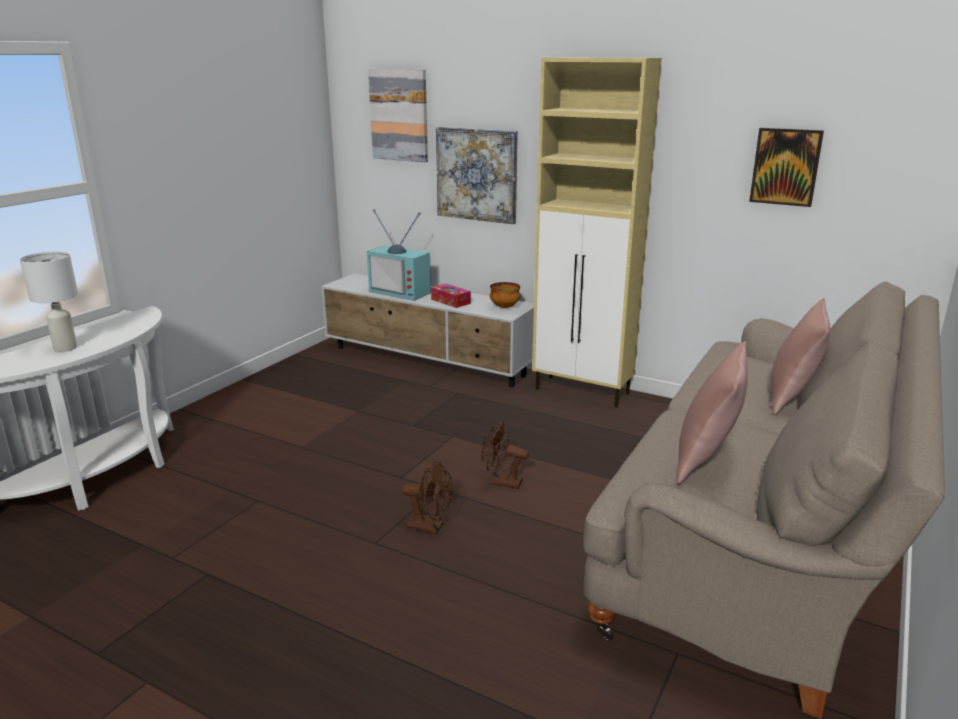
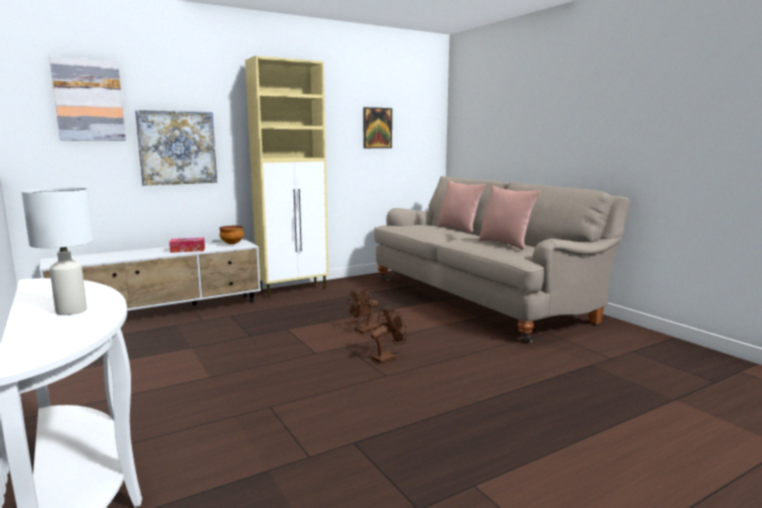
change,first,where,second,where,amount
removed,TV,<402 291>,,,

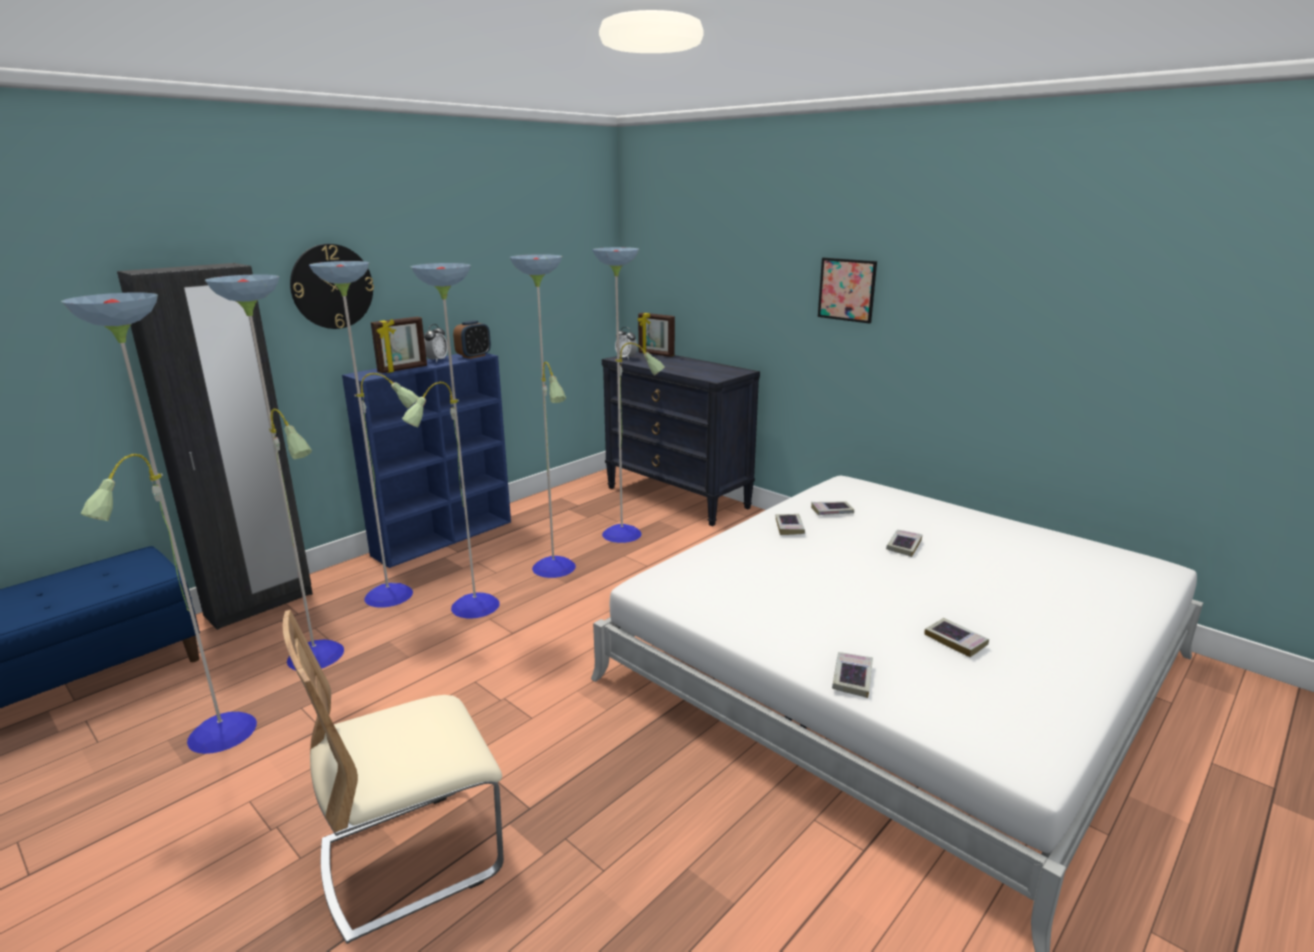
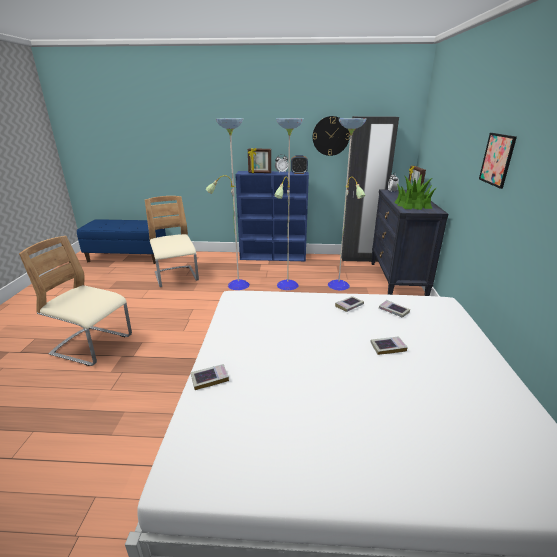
change,first,where,second,where,amount
removed,book,<955 640>,,,
added,,,houseplant,<413 205>,
moved,black-coloured_wardrobe,<260 605>,,<359 258>,
moved,hanging_clock,<332 286>,,<331 136>,
replaced,floor_lamp,<319 656>,beige-coloured_chair,<176 277>,

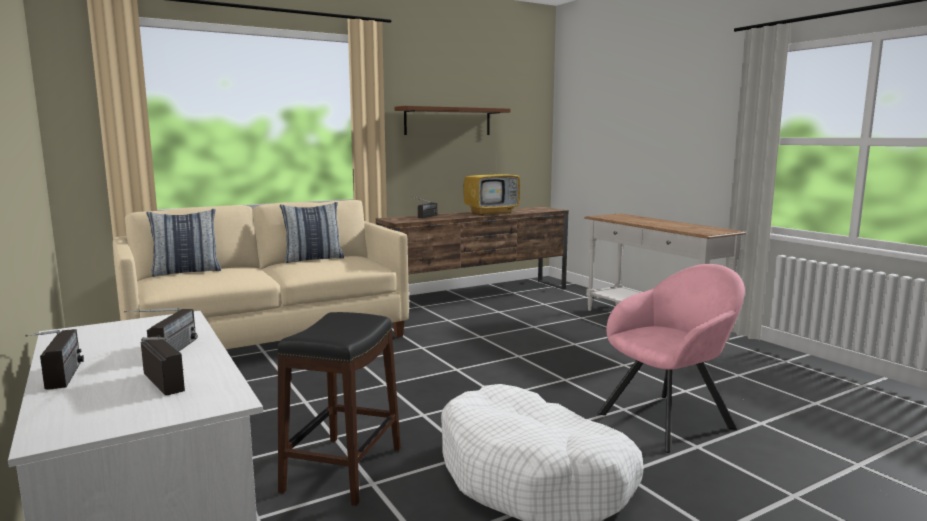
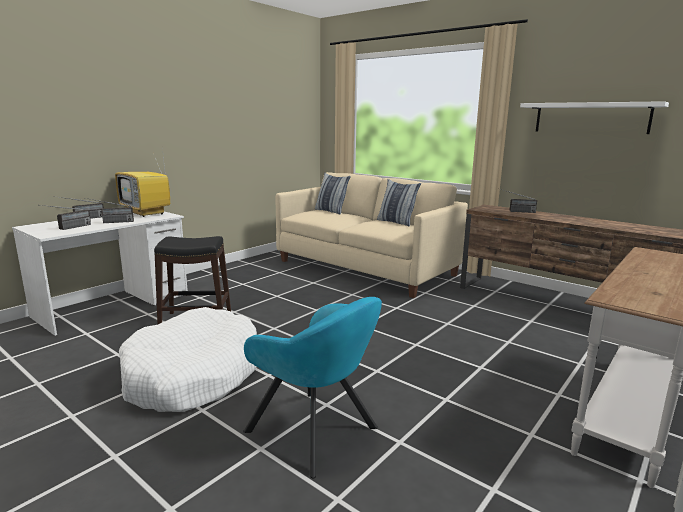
change,first,where,second,where,amount
moved,TV,<492 213>,,<146 213>,
recoloured,brownish_bracket_shelf,<448 121>,whitish_bracket_shelf,<591 118>,
recoloured,pink_armchair,<670 419>,turquoise_armchair,<316 432>,

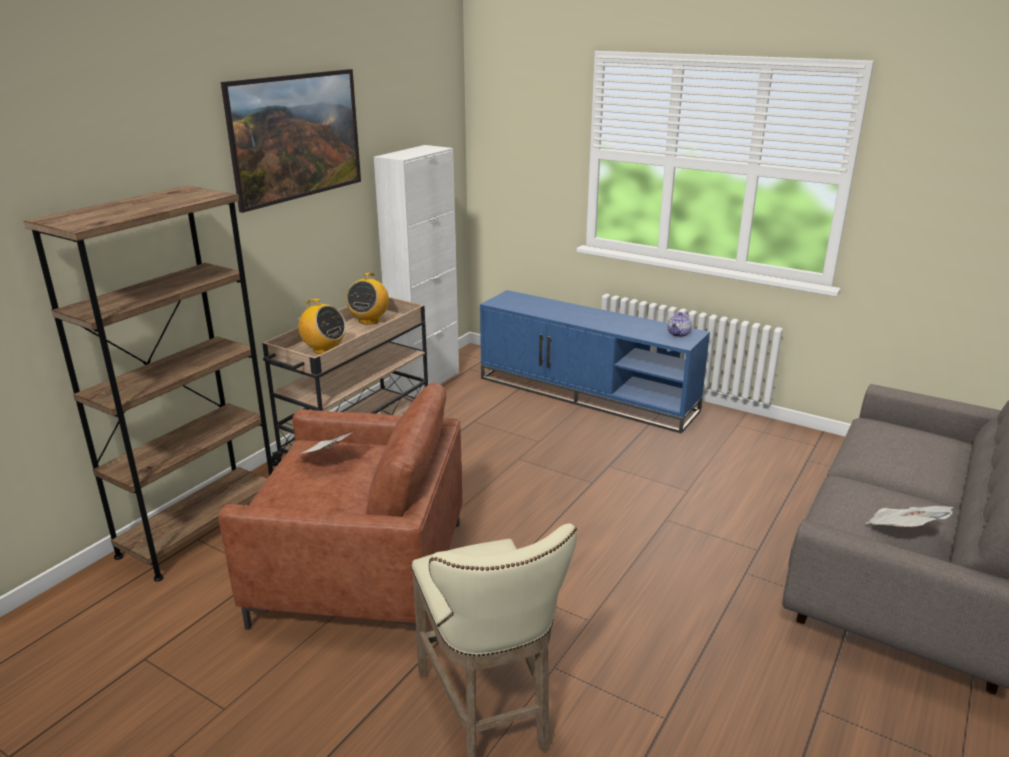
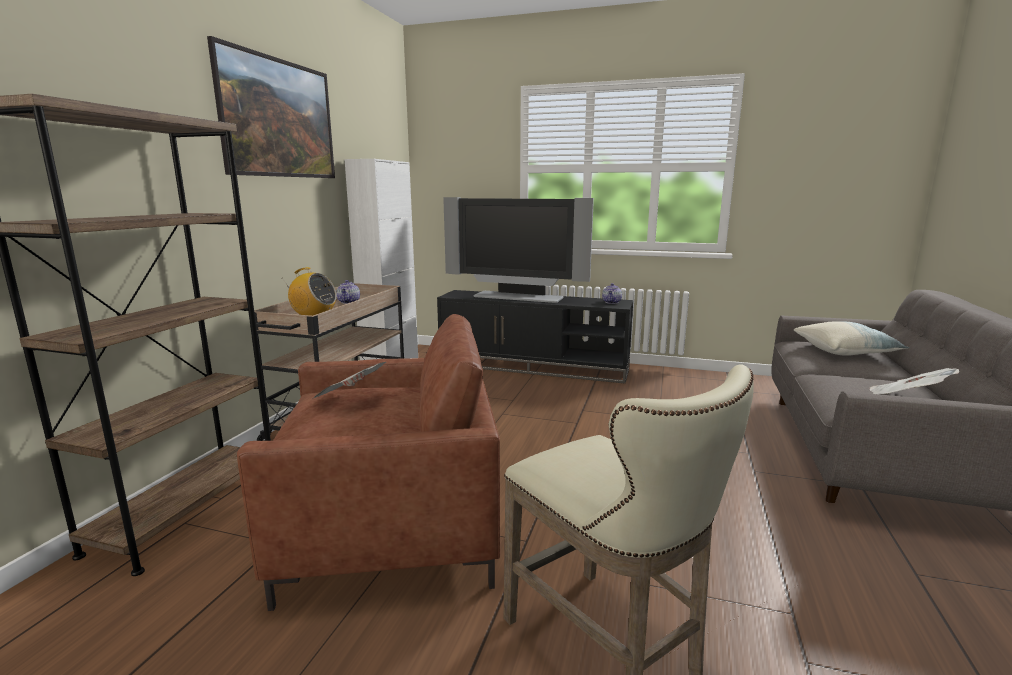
change,first,where,second,where,amount
added,,,TV,<517 297>,
added,,,cushion,<845 351>,
replaced,radio,<369 320>,pot_for_tea,<349 302>,
recoloured,blue_tv_stand,<588 394>,black-coloured_tv_stand,<534 366>,

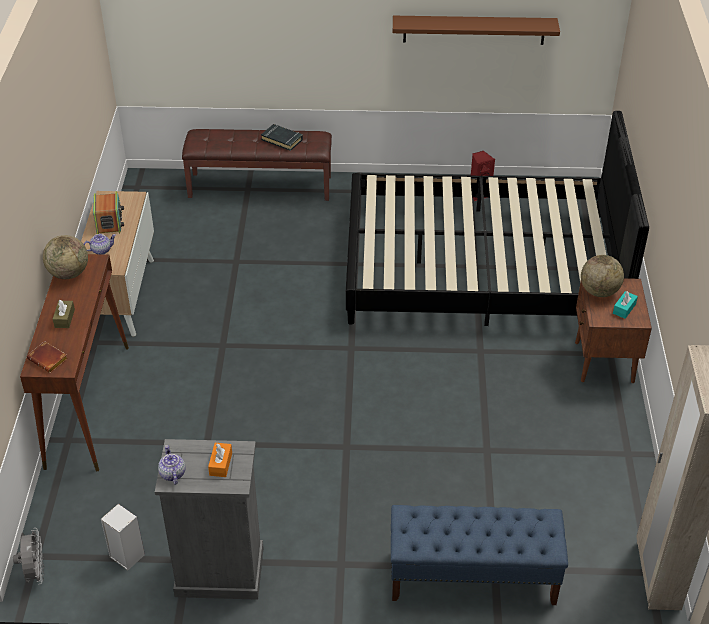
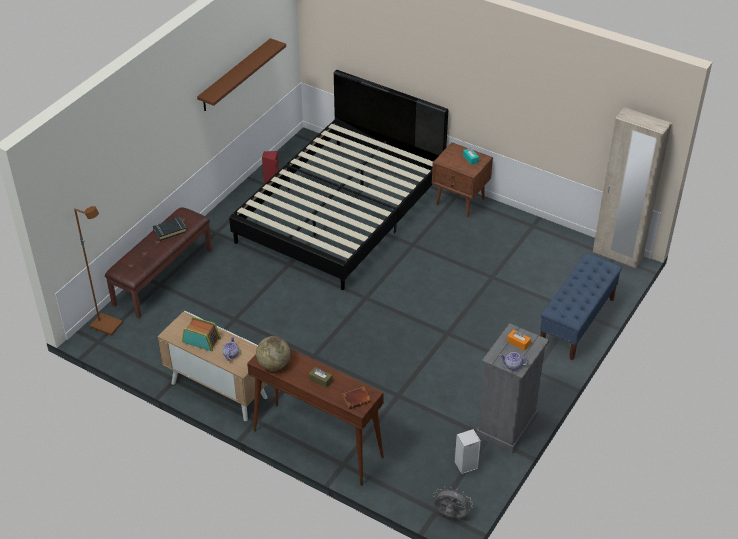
change,first,where,second,where,amount
removed,globe,<599 291>,,,
added,,,brownish_floor_lamp,<107 325>,

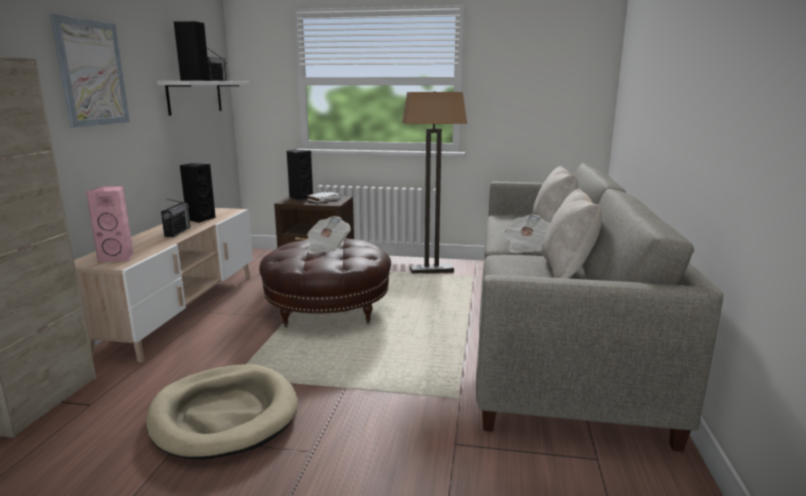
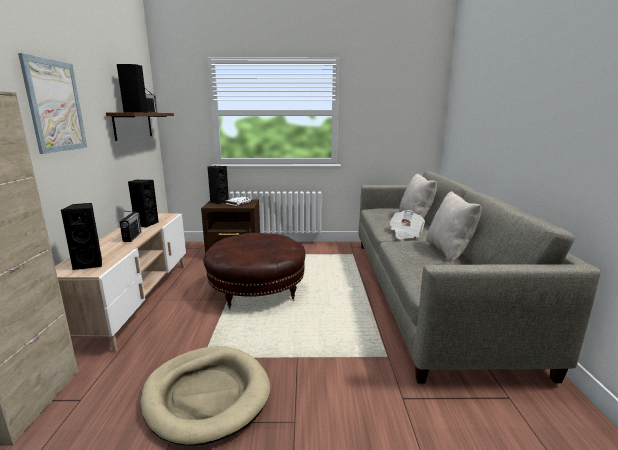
change,first,where,second,where,amount
removed,newspaper,<326 247>,,,
removed,floor_lamp,<431 270>,,,
recoloured,pink_audio_speaker,<119 257>,black-coloured_audio_speaker,<90 264>,
recoloured,whitish_bracket_shelf,<195 97>,brownish_bracket_shelf,<133 125>,

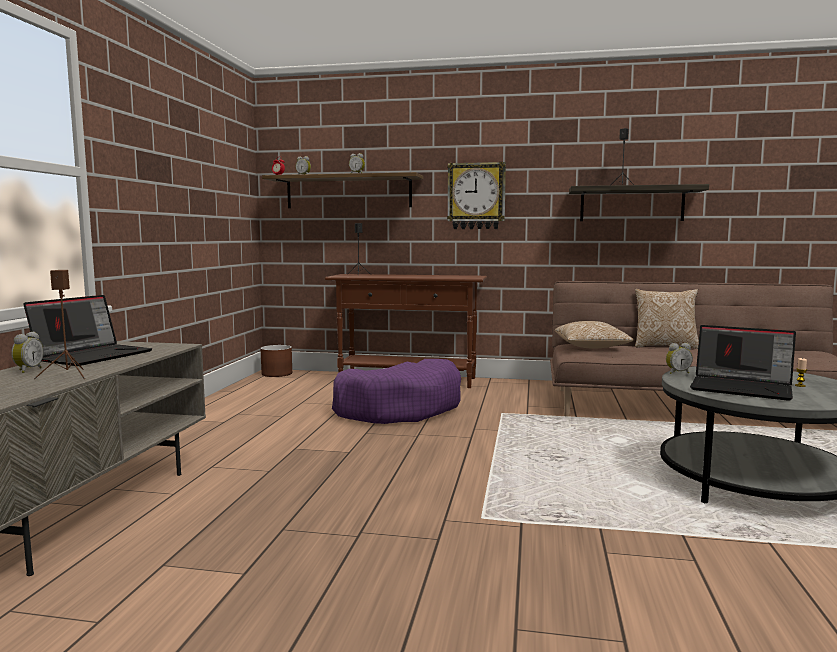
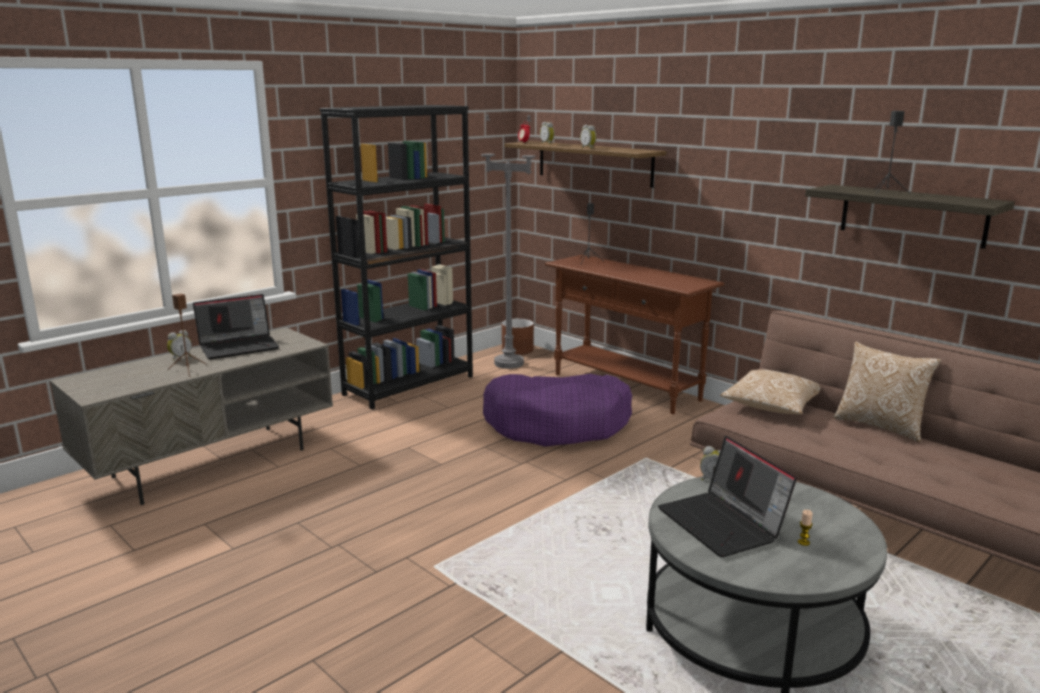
change,first,where,second,where,amount
removed,hanging_clock,<476 196>,,,
added,,,black-coloured_bookshelf,<409 385>,
added,,,grey_floor_lamp,<509 363>,

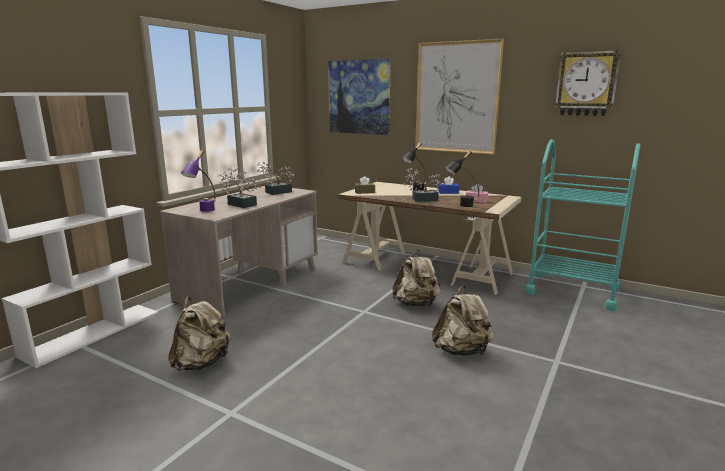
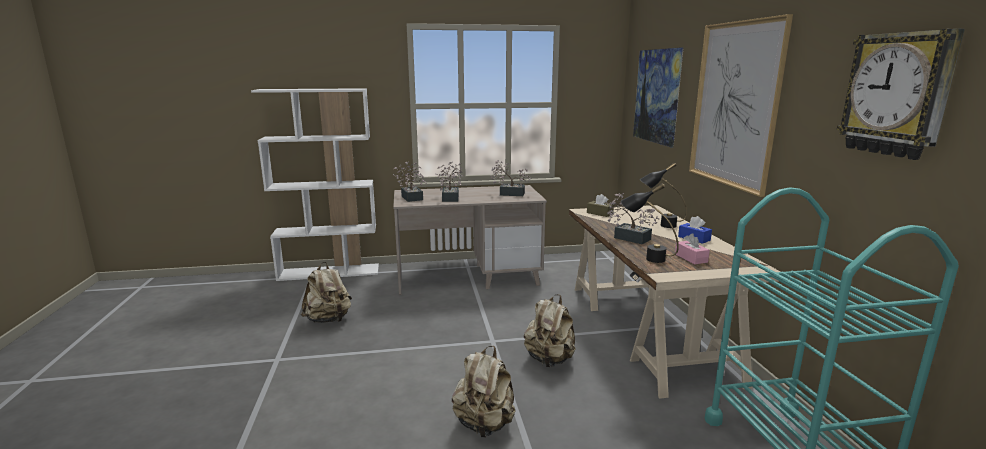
change,first,where,second,where,amount
replaced,purple-coloured_table_lamp,<203 211>,houseplant,<411 197>,

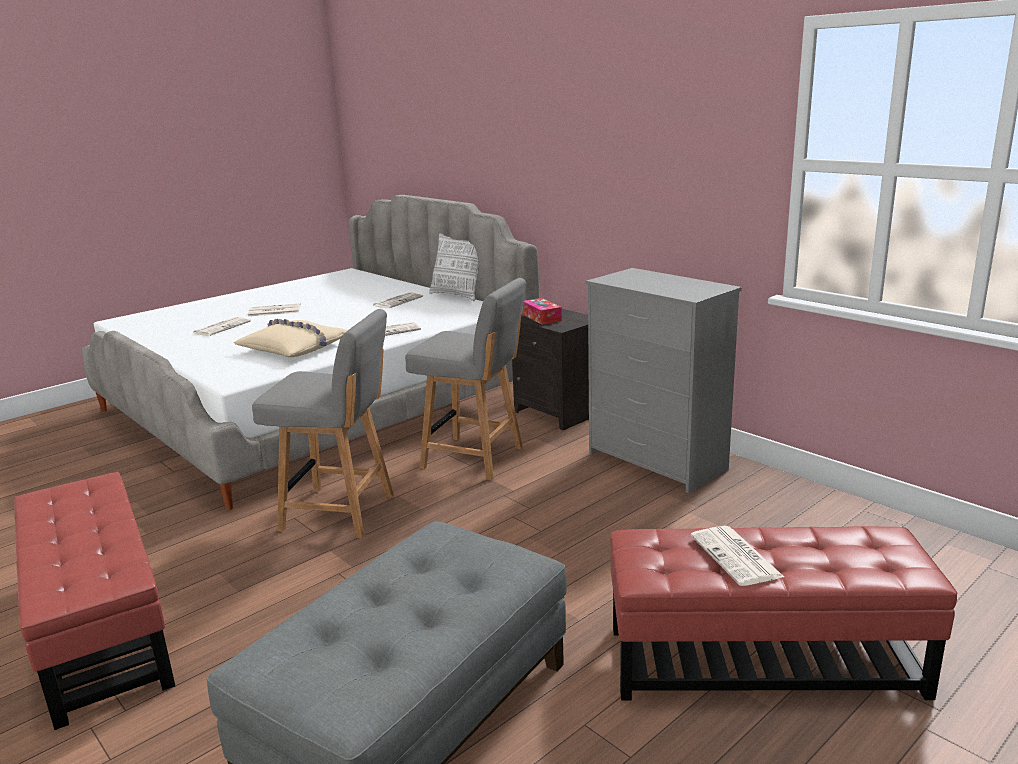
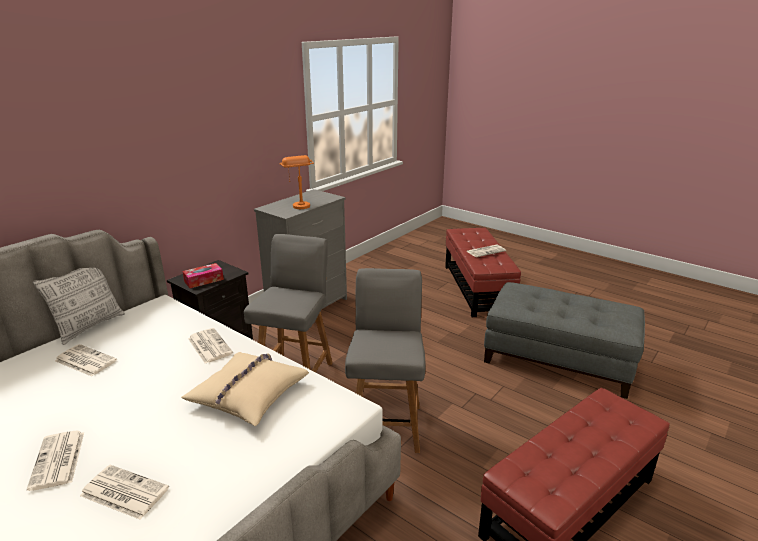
change,first,where,second,where,amount
added,,,orange-coloured_table_lamp,<299 204>,

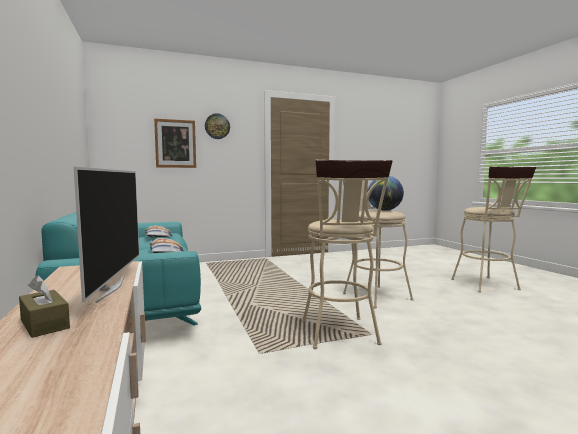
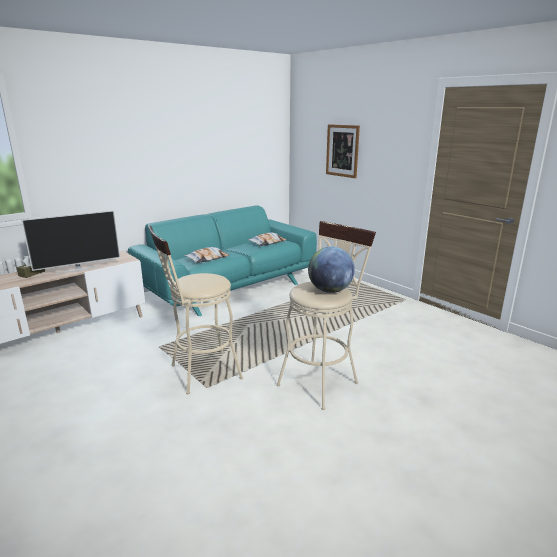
change,first,where,second,where,amount
removed,hanging_clock,<217 126>,,,
removed,beige-coloured_sitting_stool,<488 286>,,,

